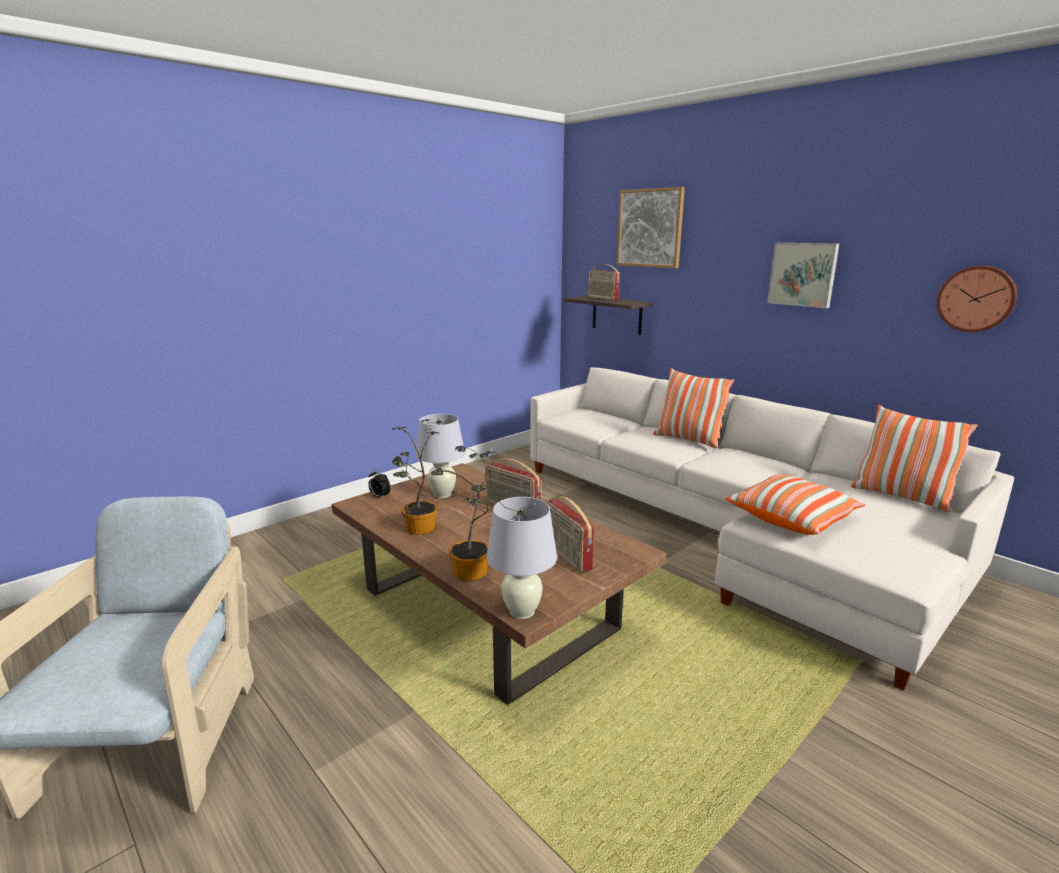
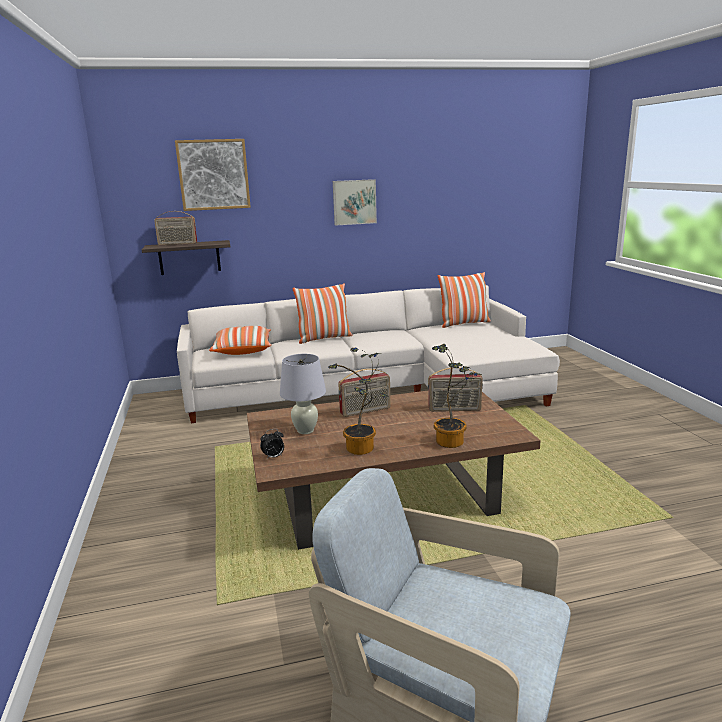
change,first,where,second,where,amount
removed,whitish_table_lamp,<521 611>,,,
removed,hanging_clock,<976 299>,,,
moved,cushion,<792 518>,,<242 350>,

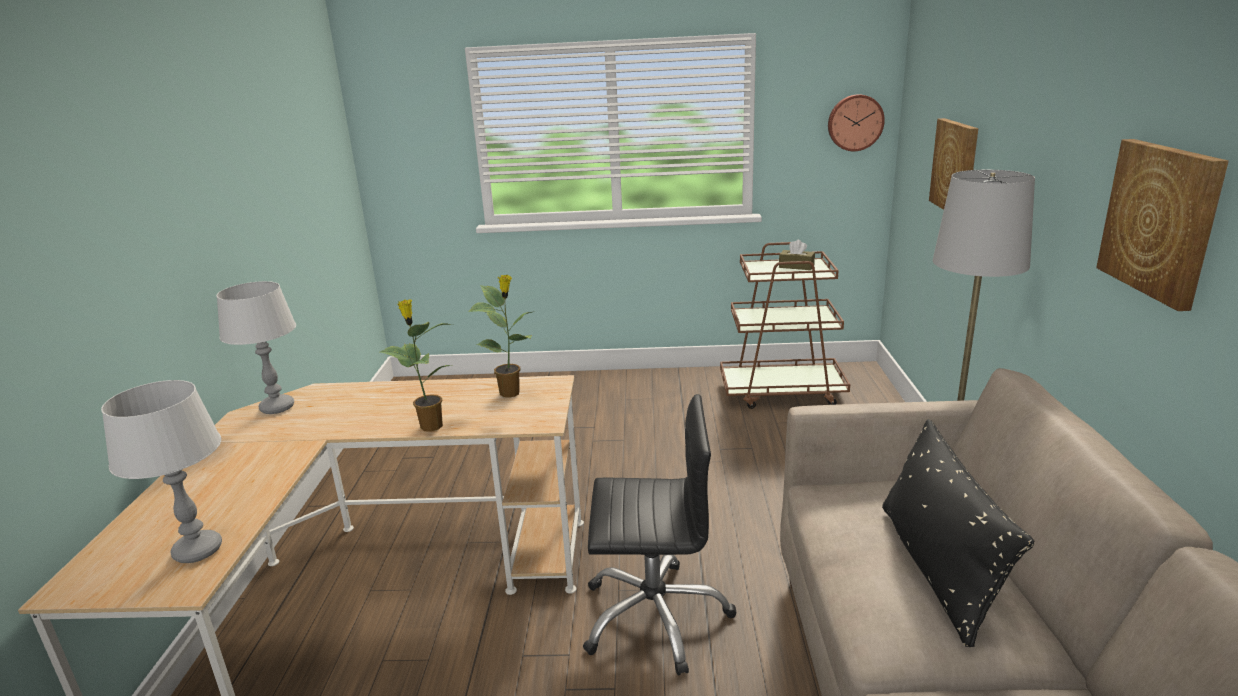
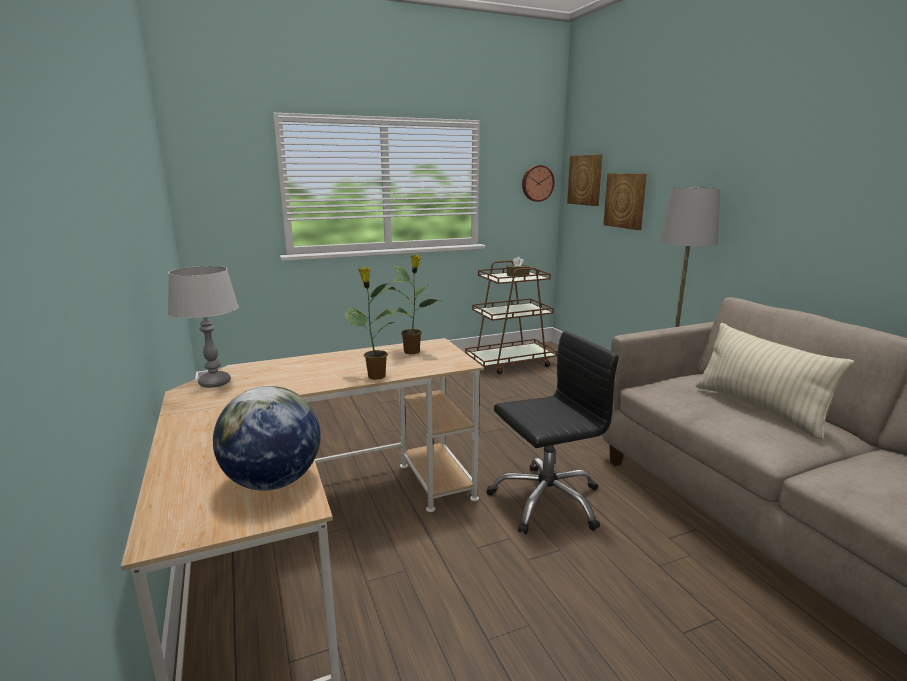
change,first,where,second,where,amount
moved,picture,<1161 220>,,<585 180>,
replaced,grey_table_lamp,<197 550>,globe,<273 482>,
recoloured,black-coloured_cushion,<937 568>,beige-coloured_cushion,<758 409>,

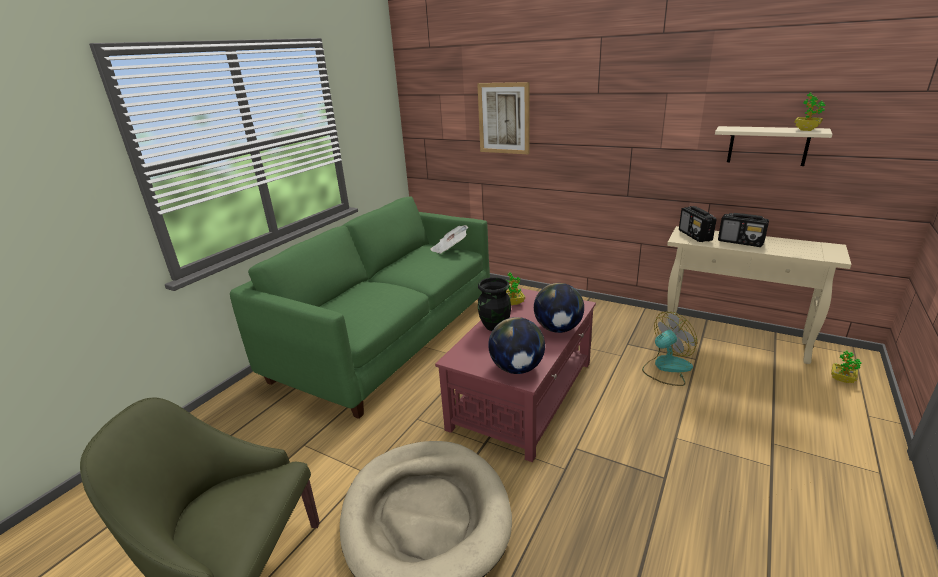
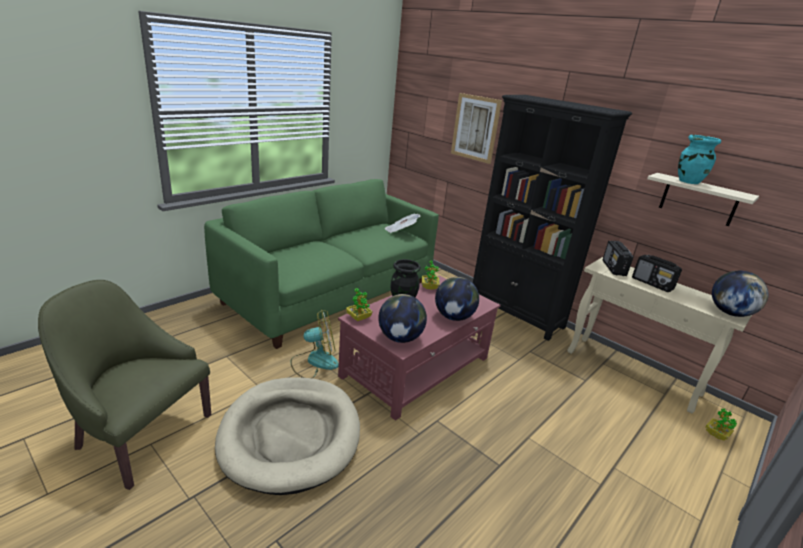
change,first,where,second,where,amount
added,,,black-coloured_bookshelf,<516 314>,
added,,,turquoise_vase,<688 181>,
added,,,globe,<729 313>,
moved,cooling_fan,<666 368>,,<314 362>,
moved,houseplant,<806 130>,,<358 318>,

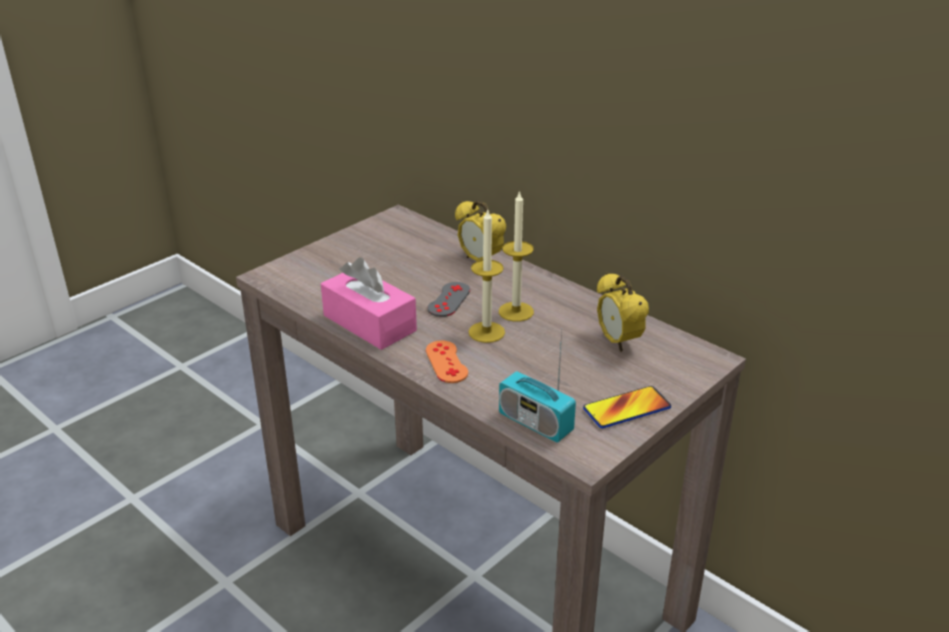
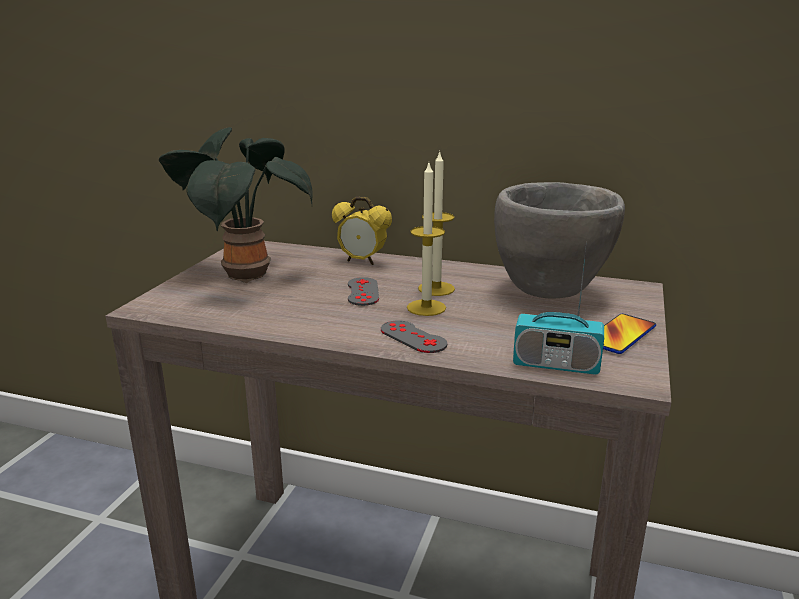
change,first,where,second,where,amount
removed,pink_tissue_holder,<369 323>,,,
added,,,houseplant,<242 274>,
replaced,table_clock,<618 342>,grey_deep_dish,<551 292>,
recoloured,orange-coloured_joypad,<446 362>,grey_joypad,<413 337>,

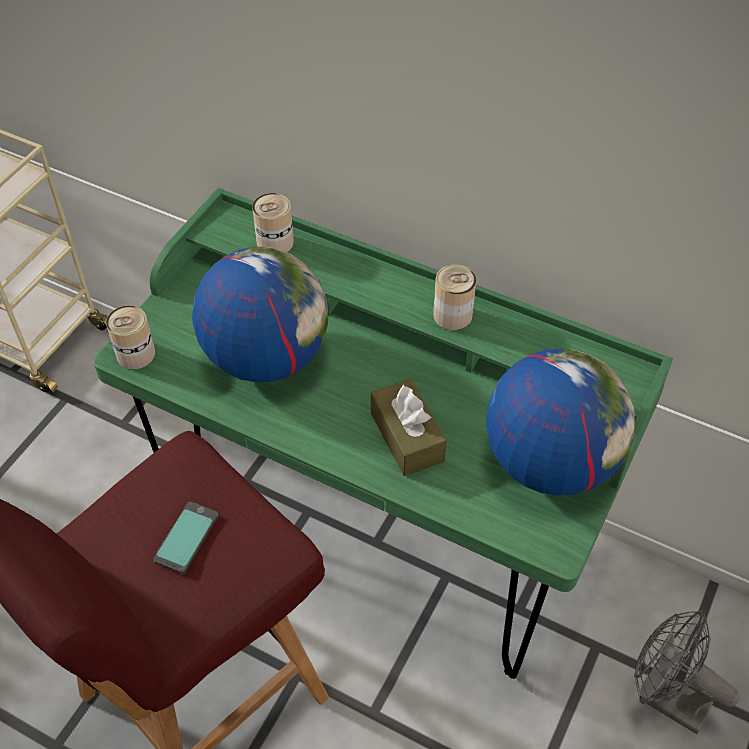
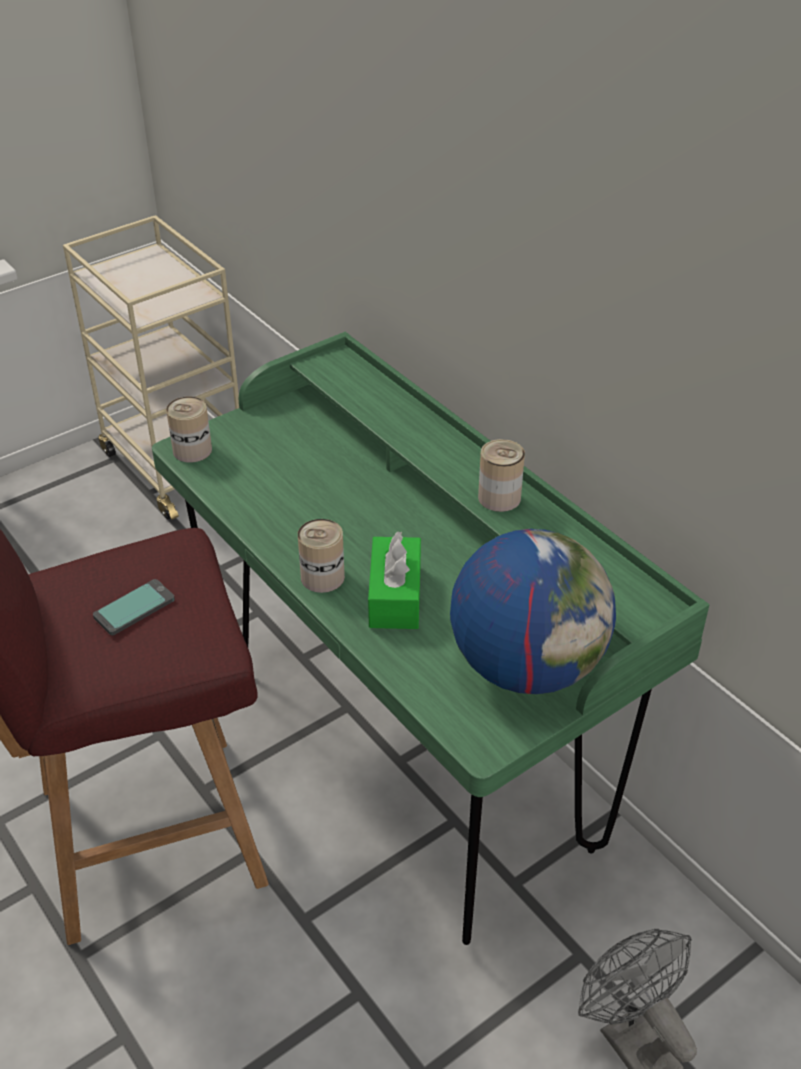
change,first,where,second,where,amount
removed,globe,<266 356>,,,
moved,sealed_can,<275 242>,,<322 577>,
recoloured,brownish_tissue_holder,<407 437>,greenish_tissue_holder,<395 596>,

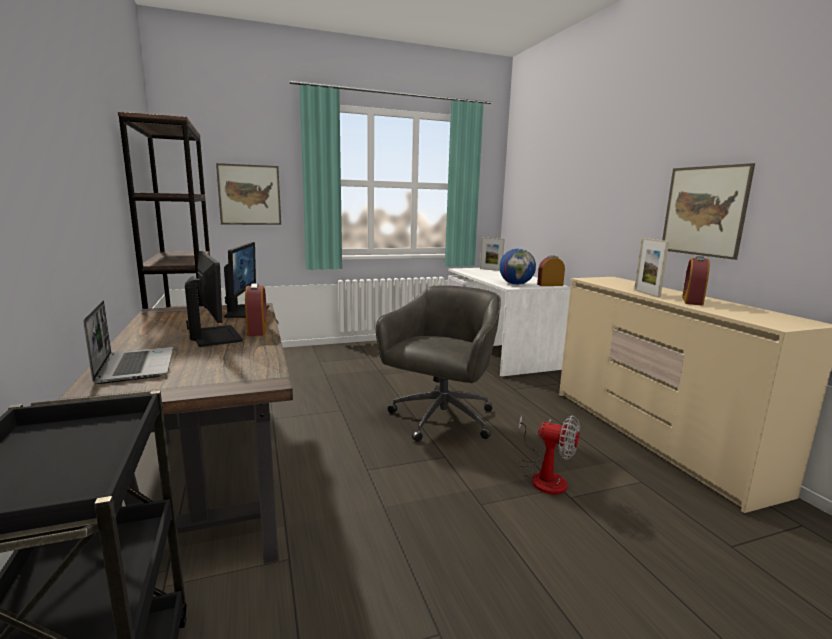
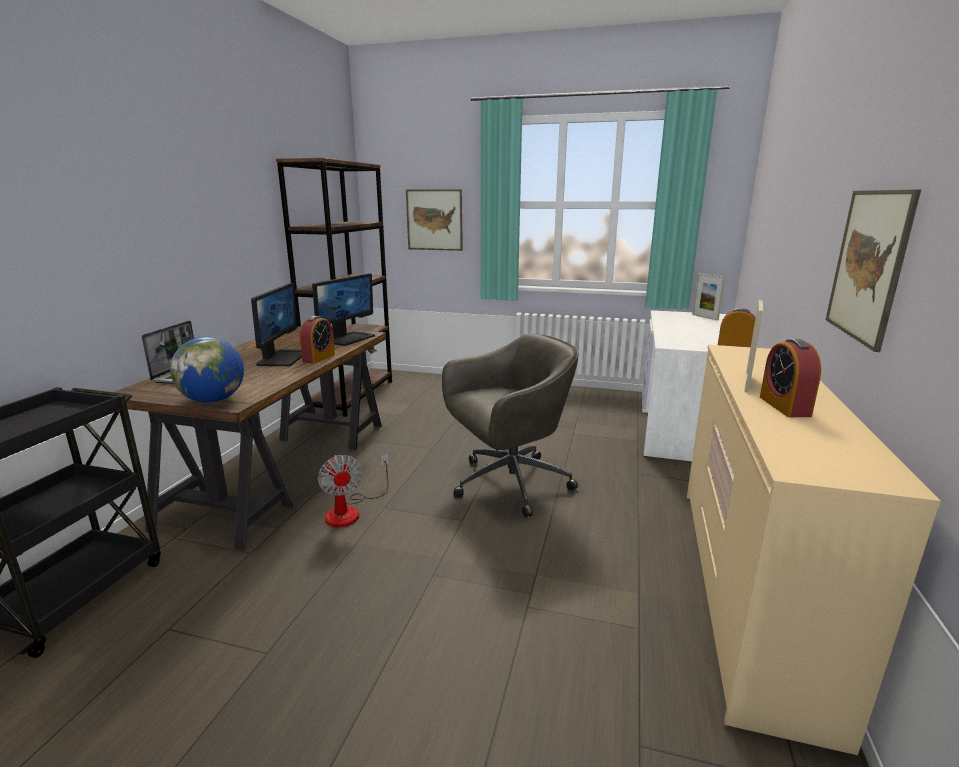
change,first,where,second,where,amount
moved,globe,<516 284>,,<213 400>,
moved,cooling_fan,<544 476>,,<351 511>,
turned,table_clock,<692 301>,,<784 406>,60 degrees counterclockwise

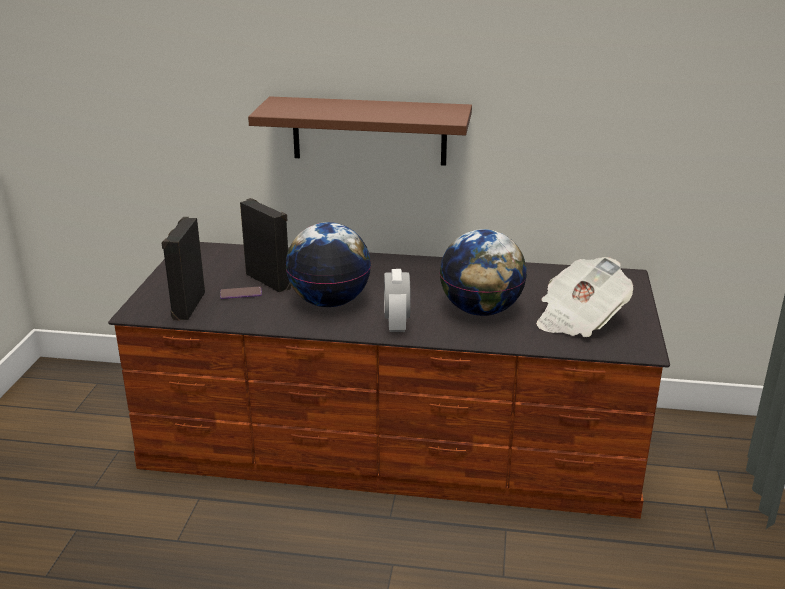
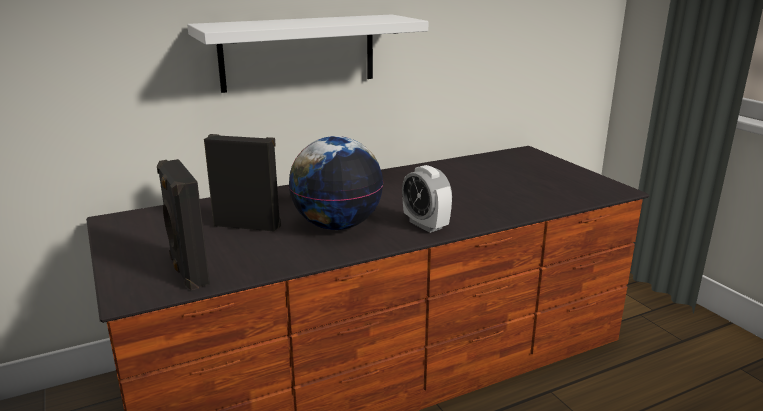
change,first,where,second,where,amount
removed,handset,<241 293>,,,
removed,globe,<480 310>,,,
removed,newspaper,<578 319>,,,
recoloured,brownish_bracket_shelf,<369 131>,whitish_bracket_shelf,<298 52>,

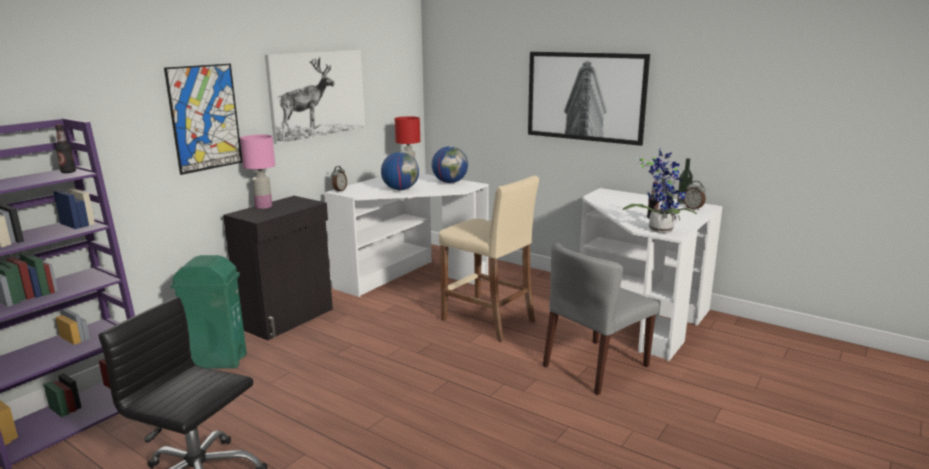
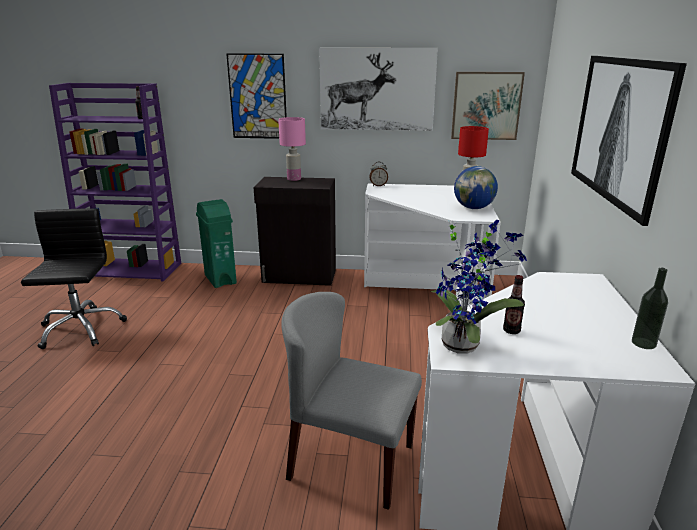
change,first,where,second,where,amount
removed,globe,<400 189>,,,
removed,beige-coloured_sitting_stool,<488 321>,,,
removed,table_clock,<693 208>,,,
added,,,picture,<486 106>,

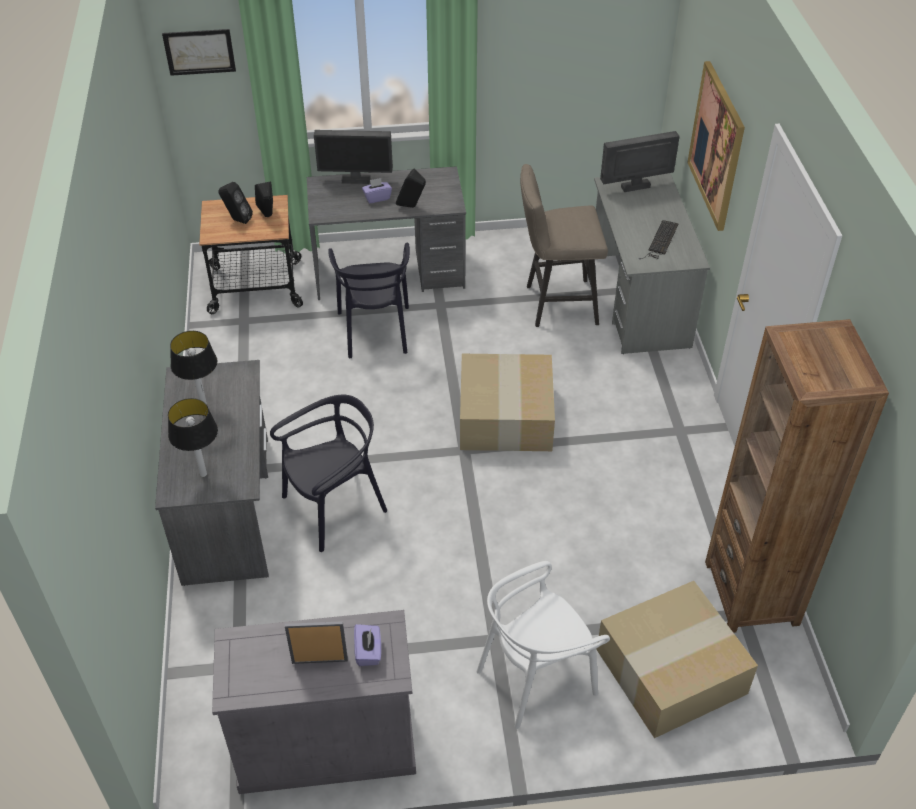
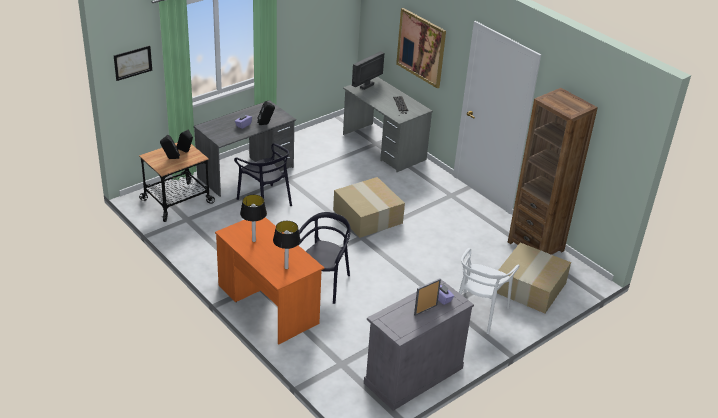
change,first,where,second,where,amount
removed,monitor,<356 180>,,,
removed,beige-coloured_sitting_stool,<555 304>,,,
recoloured,grey_desk,<227 509>,orange-coloured_desk,<268 304>,

